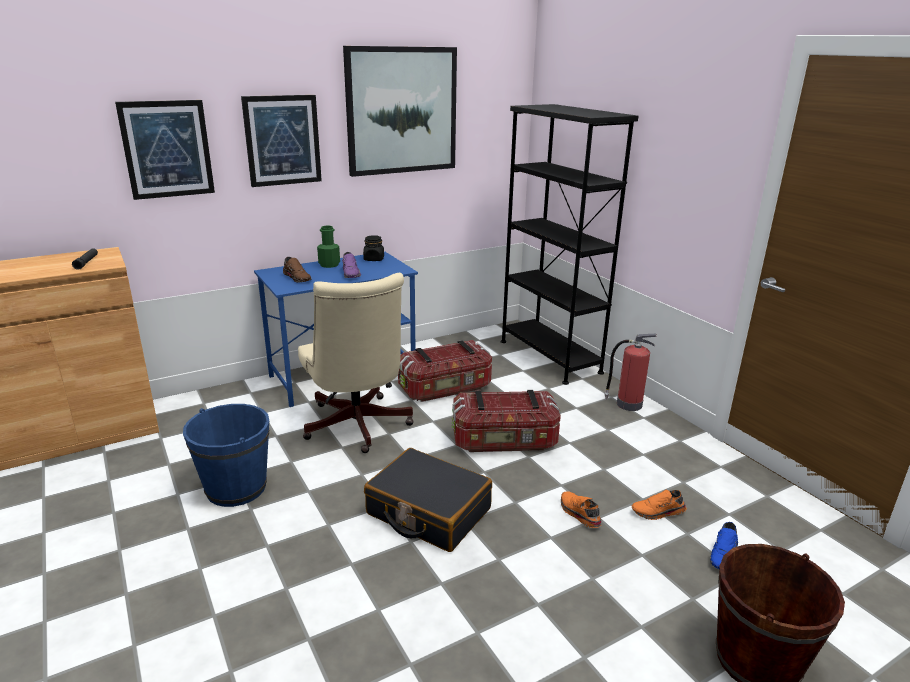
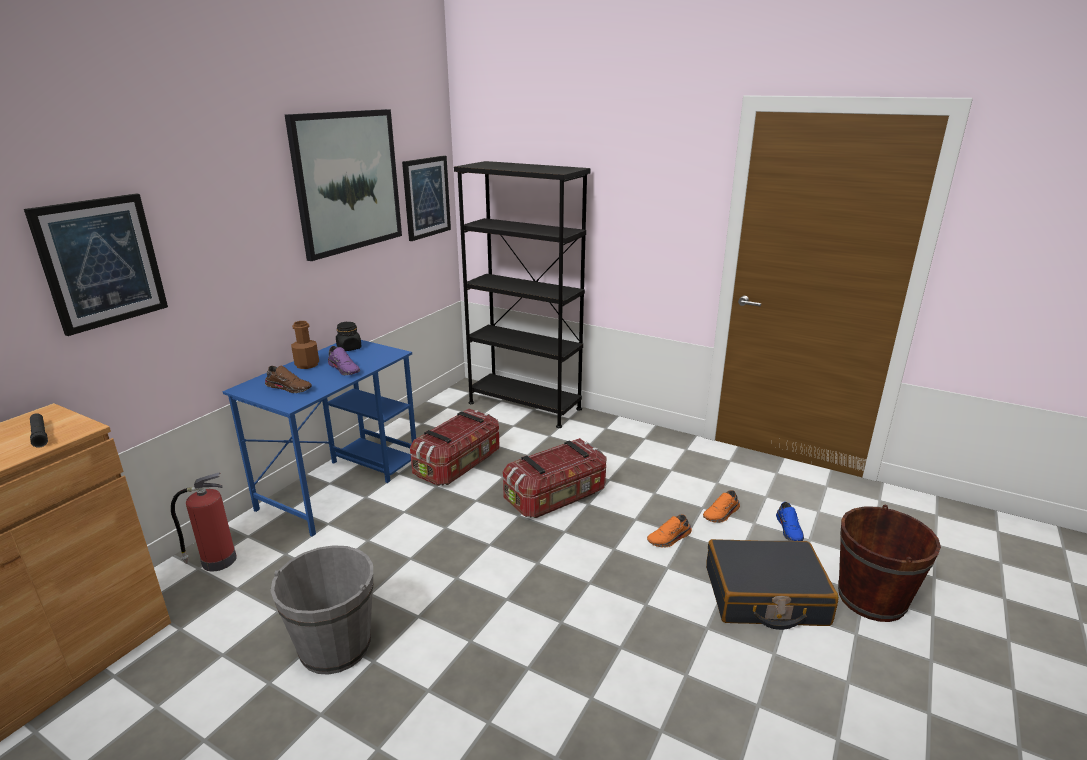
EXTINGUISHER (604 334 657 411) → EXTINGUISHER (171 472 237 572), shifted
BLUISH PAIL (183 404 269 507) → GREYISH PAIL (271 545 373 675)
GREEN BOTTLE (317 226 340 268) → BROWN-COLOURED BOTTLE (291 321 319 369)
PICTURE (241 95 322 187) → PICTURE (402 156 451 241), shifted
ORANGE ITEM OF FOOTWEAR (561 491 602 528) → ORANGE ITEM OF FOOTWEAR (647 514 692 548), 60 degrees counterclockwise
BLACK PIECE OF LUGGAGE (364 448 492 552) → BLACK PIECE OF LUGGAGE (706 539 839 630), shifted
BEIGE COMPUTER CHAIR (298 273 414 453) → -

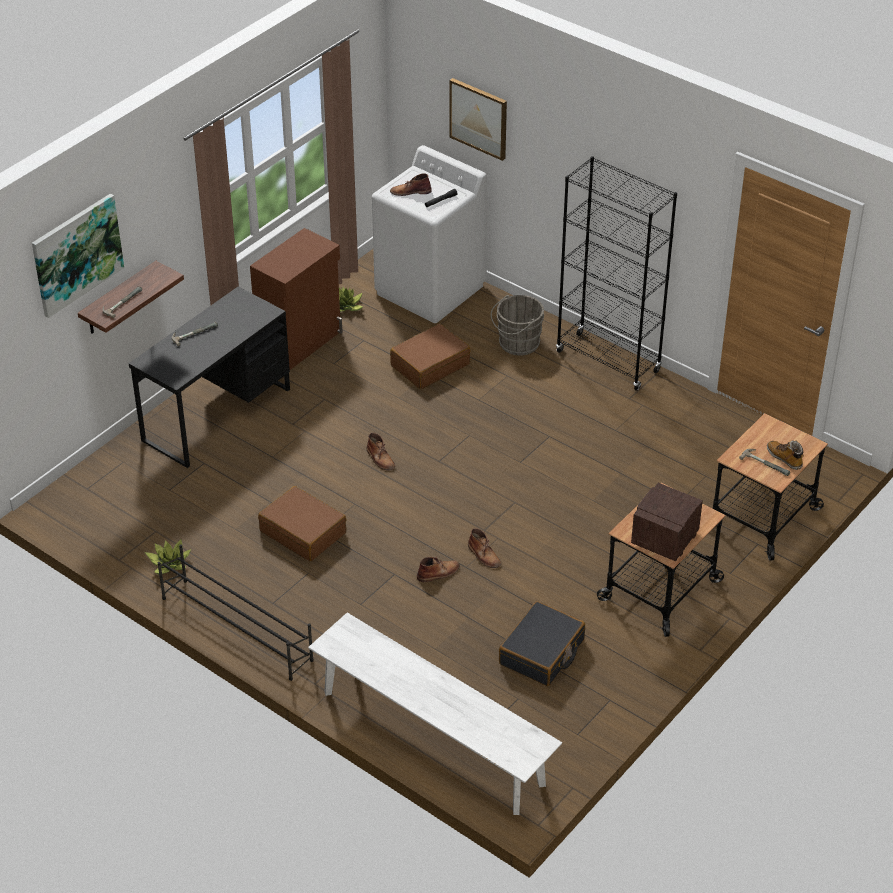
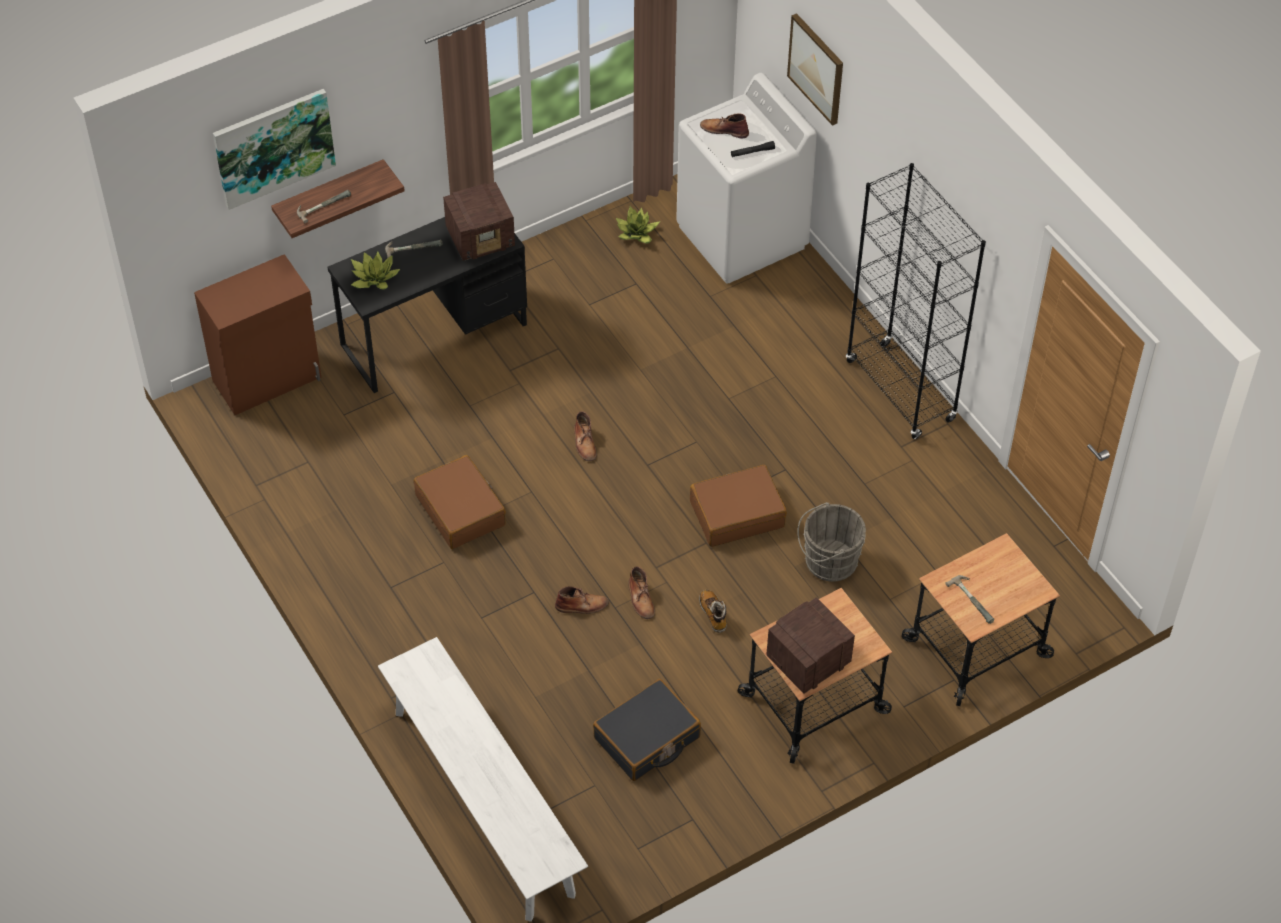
BROWN-COLOURED CABINET (250 228 342 370) → BROWN-COLOURED CABINET (194 254 321 415), shifted
HOUSEPLANT (145 540 191 574) → HOUSEPLANT (351 252 400 290), shifted
- → RADIO SET (443 182 515 261)
BROWN-COLOURED PIECE OF LUGGAGE (390 324 471 389) → BROWN-COLOURED PIECE OF LUGGAGE (690 465 787 547), shifted
BOOT (767 440 804 470) → BOOT (699 590 727 633), shifted
GREYISH PAIL (491 295 544 356) → GREYISH PAIL (797 502 866 582), shifted
BLACK SHOE RACK (158 545 314 681) → -

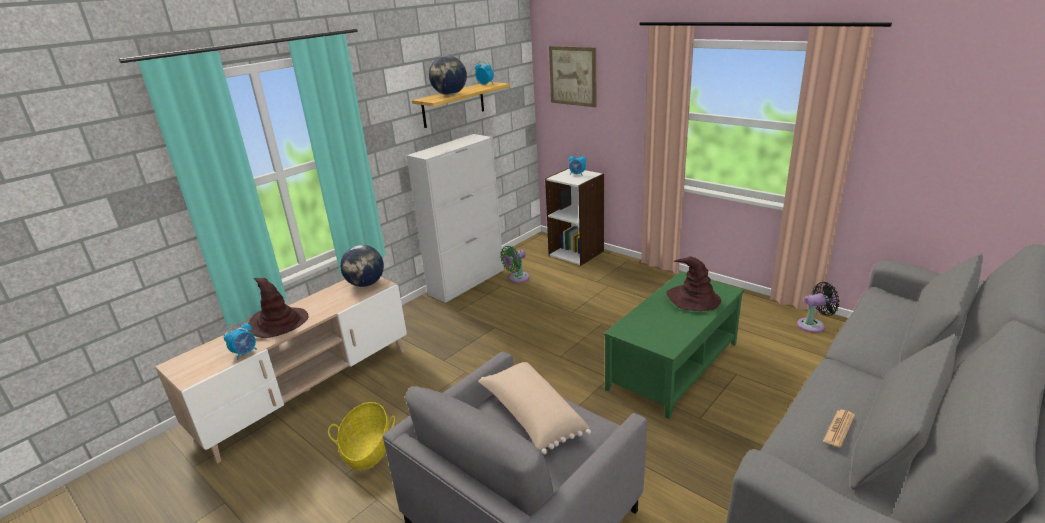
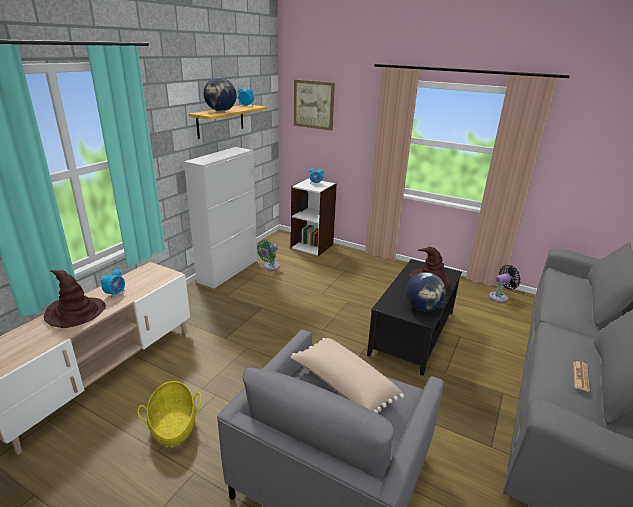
BEDSIDE CLOCK (224 323 257 360) → BEDSIDE CLOCK (100 269 125 299), shifted
GREEN LOUNGE TABLE (604 272 744 419) → BLACK LOUNGE TABLE (367 259 462 376)
DESK GLOBE (340 245 384 287) → DESK GLOBE (406 272 446 311), shifted

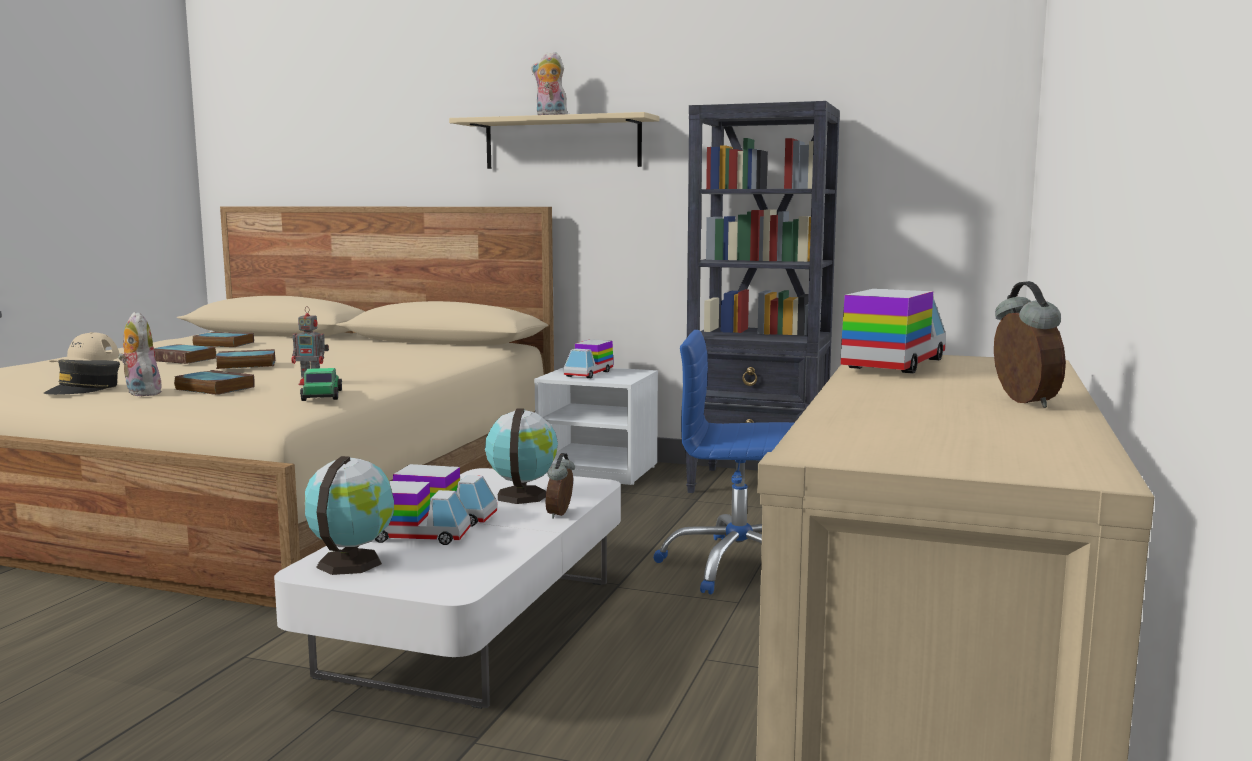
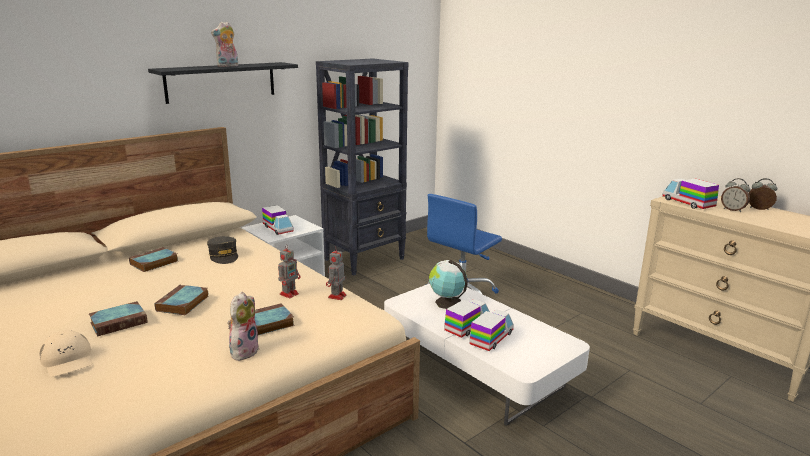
BOOK (193 332 254 347) → BOOK (129 247 178 272), shifted
BEIGE WALL SHELF (449 112 659 169) → BLACK WALL SHELF (148 62 298 104)
GREYISH PEAKED CAP (44 360 120 395) → GREYISH PEAKED CAP (207 236 238 264), shifted
PLUSH TOY (118 312 161 396) → PLUSH TOY (227 292 259 362), 120 degrees clockwise
MINIATURE CAR (300 368 342 401) → MODEL ROBOT (326 247 346 300)
BEDSIDE CLOCK (546 453 575 519) → BEDSIDE CLOCK (721 178 750 212), shifted
DESK GLOBE (305 456 394 575) → -

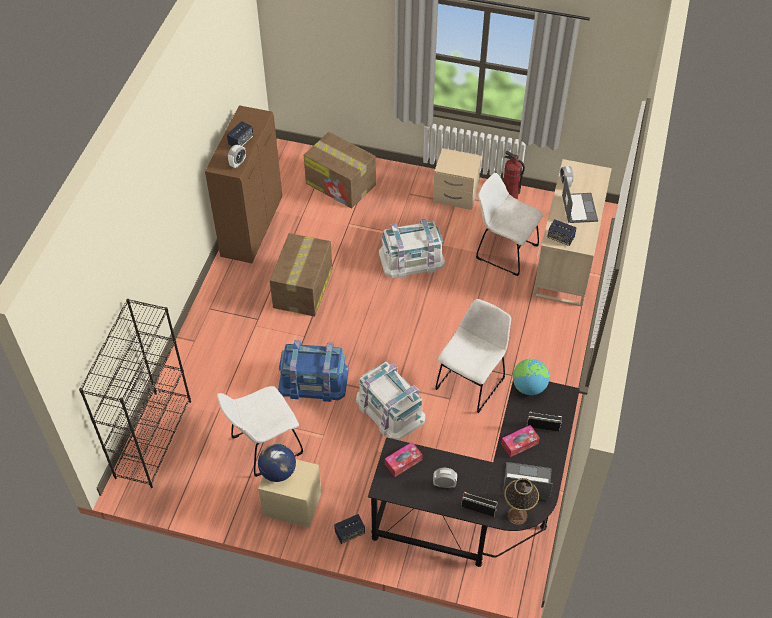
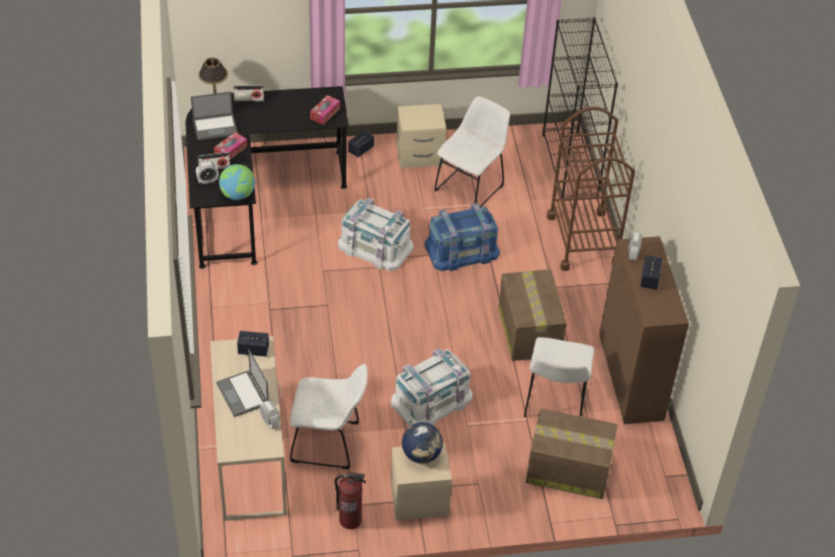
BEDSIDE CLOCK (433 468 457 488) → BEDSIDE CLOCK (196 161 219 184), shifted
DESK GLOBE (258 444 296 482) → DESK GLOBE (402 422 443 464), shifted
WHITISH PLAIN CHAIR (435 299 511 413) → WHITISH PLAIN CHAIR (524 337 594 417), shifted
- → BROWN-COLOURED WHEELED CART (547 106 635 271)

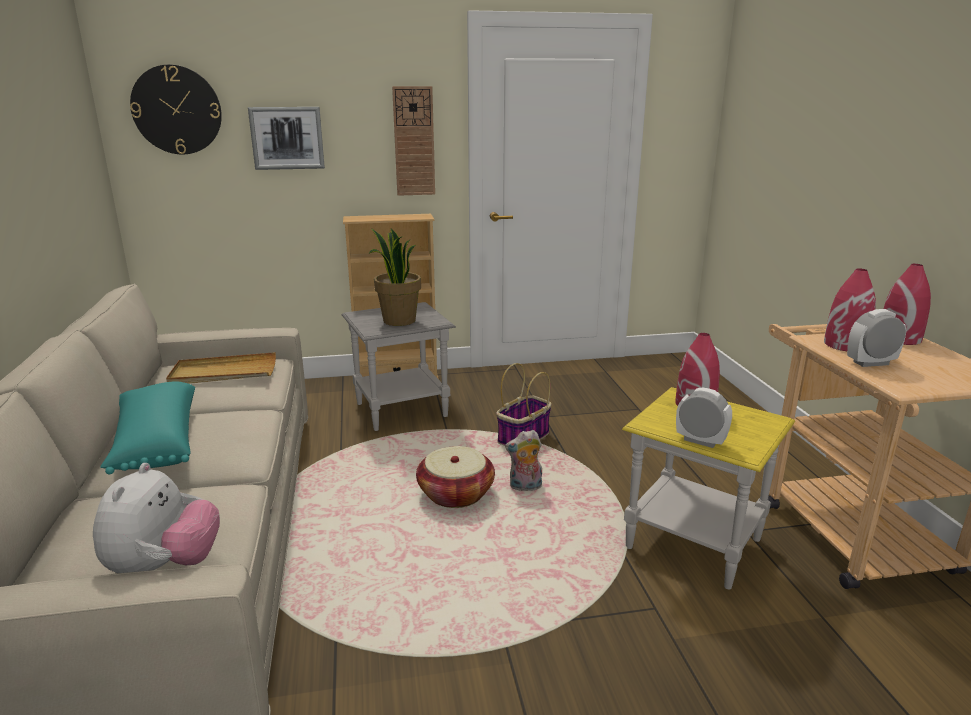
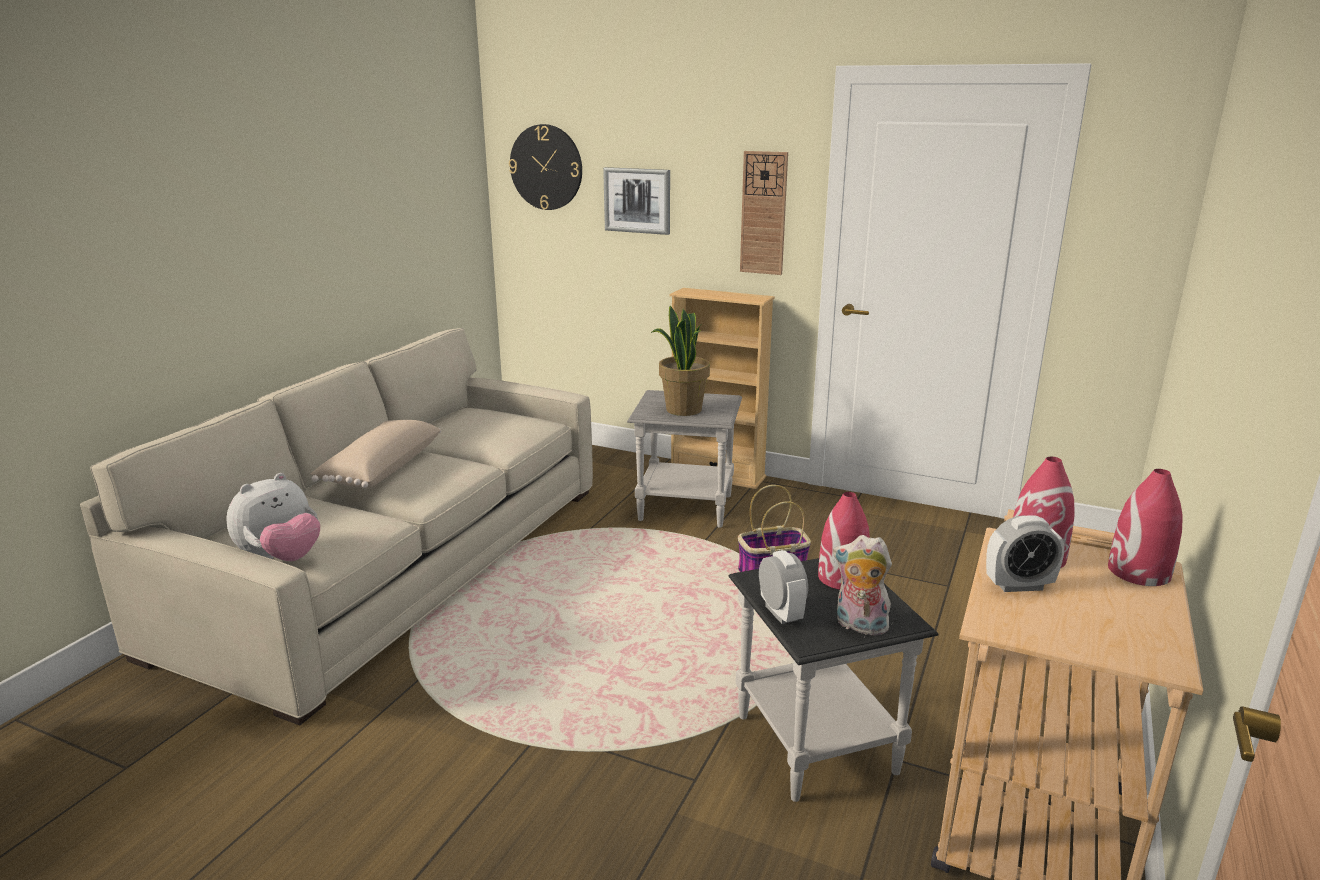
TURQUOISE-COLOURED PILLOW (100 381 195 475) → BEIGE PILLOW (311 420 441 488)
YELLOWISH ACCENT TABLE (622 387 795 589) → BLACK ACCENT TABLE (729 558 938 802)
PLUSH TOY (505 430 542 491) → PLUSH TOY (833 535 892 636), shifted
BEDSIDE CLOCK (847 309 906 367) → BEDSIDE CLOCK (986 515 1064 592), 150 degrees clockwise
BEIGE SERVING TRAY (166 352 276 384) → -
HOUSEHOLD BASKET (416 446 495 508) → -

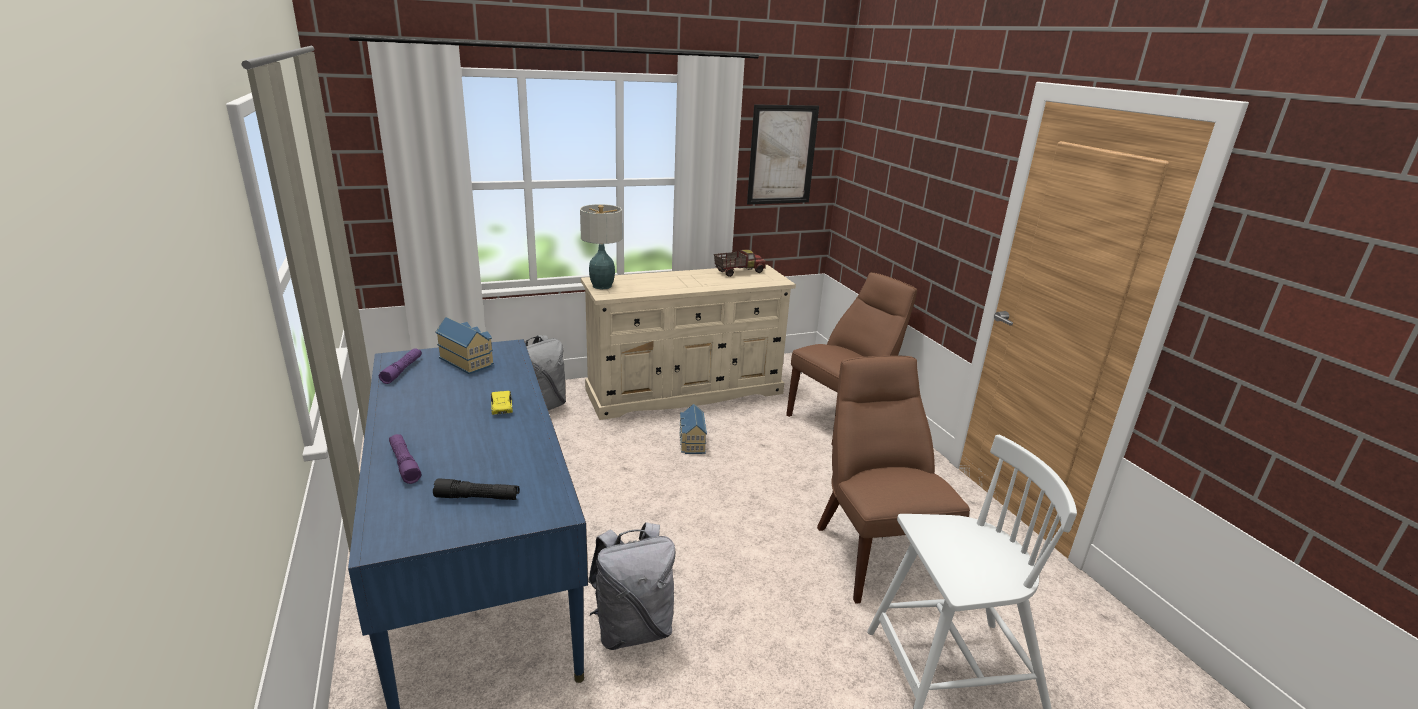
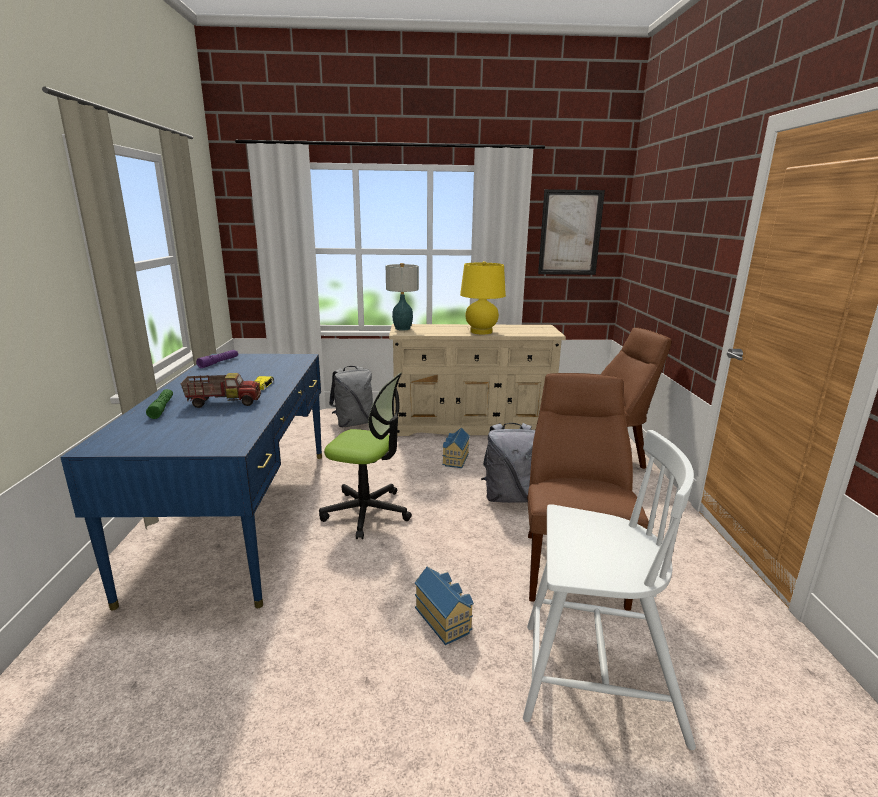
PURPLE-COLOURED HAND TORCH (389 434 421 484) → GREEN HAND TORCH (146 389 173 419)
MODEL TRUCK (714 250 766 277) → MODEL TRUCK (180 373 261 408), shifted
- → COMPUTER CHAIR (319 372 412 539)
MODEL HOUSE (435 317 494 374) → MODEL HOUSE (415 567 474 645), shifted
- → YELLOWISH TABLETOP LAMP (460 261 506 334)
GREYISH BACKPACK (588 522 675 650) → GREYISH BACKPACK (481 423 535 503), shifted
BLACK HAND TORCH (433 478 520 500) → -

